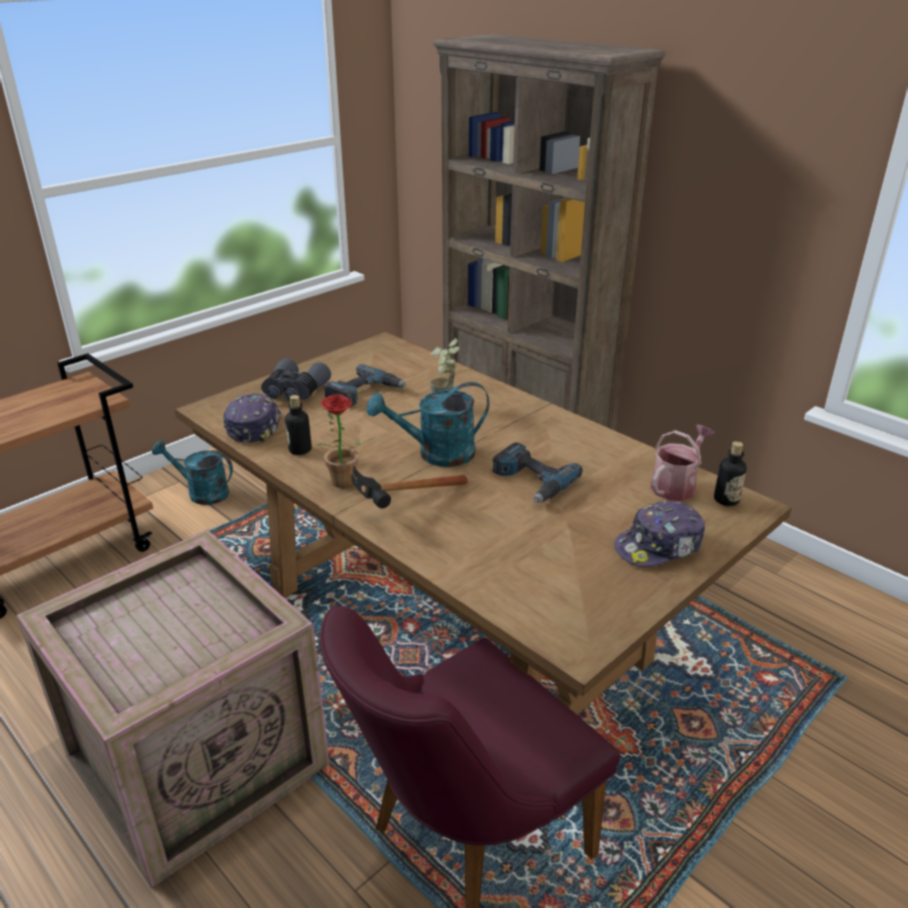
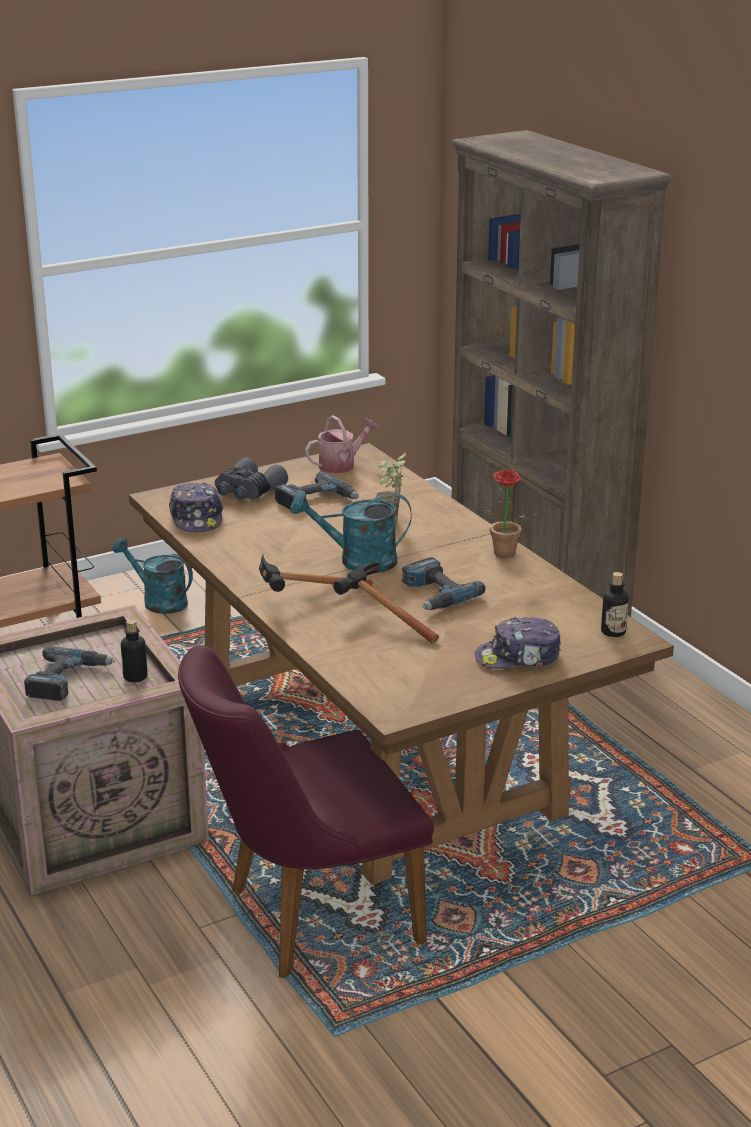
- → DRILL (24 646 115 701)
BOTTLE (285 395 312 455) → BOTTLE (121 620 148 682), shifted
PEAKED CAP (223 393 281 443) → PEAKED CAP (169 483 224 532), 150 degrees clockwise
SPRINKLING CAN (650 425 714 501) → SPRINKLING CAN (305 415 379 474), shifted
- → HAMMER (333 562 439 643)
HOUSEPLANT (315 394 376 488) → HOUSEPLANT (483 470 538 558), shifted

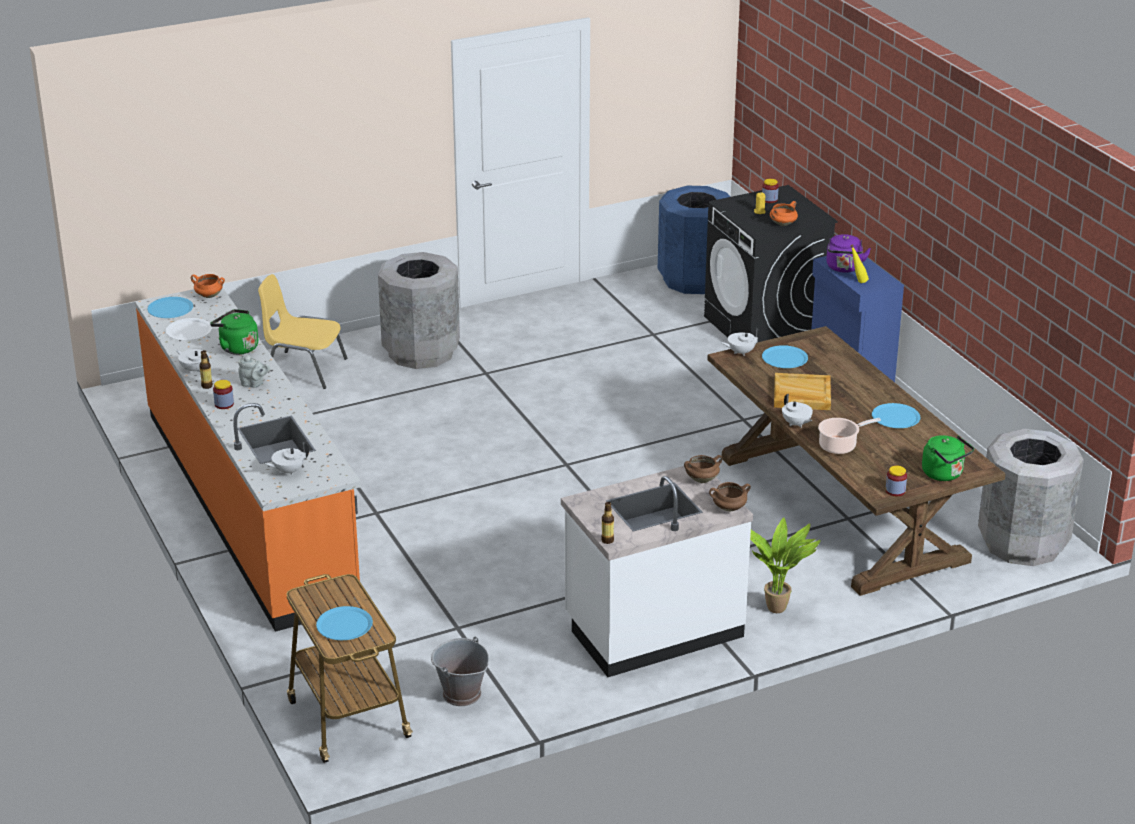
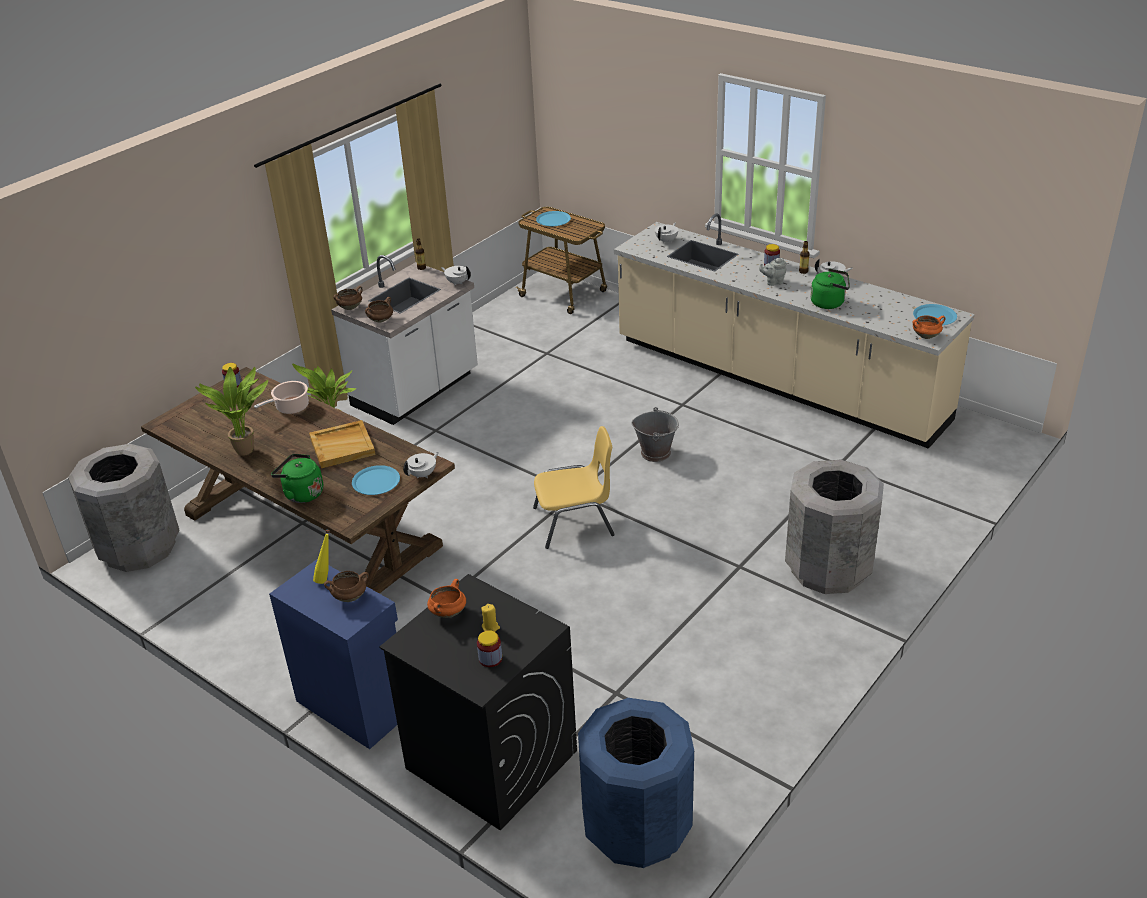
BLUISH DINNER PLATE (872 403 920 428) → HOUSEPLANT (195 367 268 456)
GREEN KETTLE (922 435 974 481) → GREEN KETTLE (271 454 323 503), shifted
PURPLE-COLOURED KETTLE (826 234 871 273) → BROWN-COLOURED SAUCEPOT (324 571 369 602)
WHITISH TEAPOT (782 394 813 428) → WHITISH TEAPOT (441 266 471 285), shifted
YELLOWISH PLAIN CHAIR (258 274 347 389) → YELLOWISH PLAIN CHAIR (533 426 615 549), shifted
ORANGE KITCHEN COUNTER (135 287 361 632) → BEIGE KITCHEN COUNTER (614 213 975 449)
GREYISH PAIL (431 637 489 706) → GREYISH PAIL (631 407 679 462), shifted
WHITISH DINNER PLATE (166 318 212 340) → -

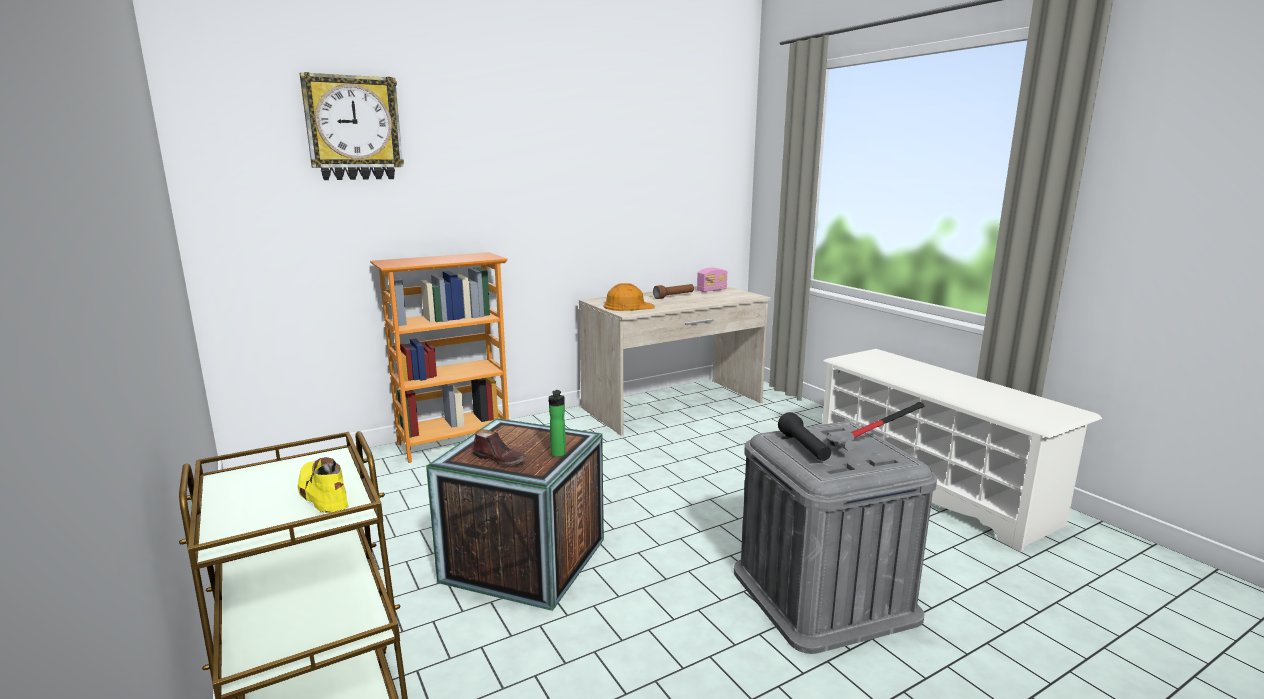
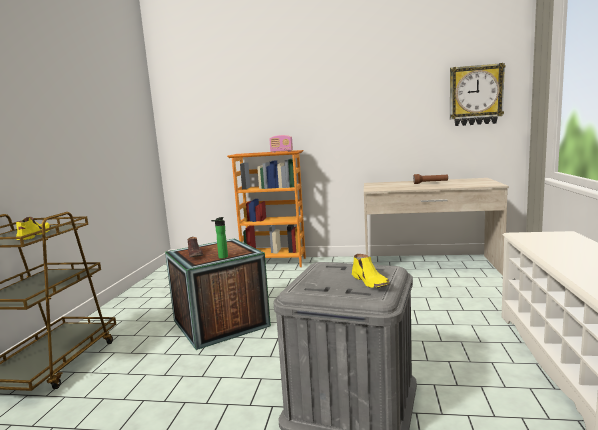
RADIO SET (697 268 727 292) → RADIO SET (269 135 293 153), shifted
HAMMER (827 402 924 451) → YELLOWISH ITEM OF FOOTWEAR (352 254 390 288)
WALL CLOCK (300 72 404 180) → WALL CLOCK (450 63 506 126), shifted
ORANGE SAFETY HELMET (604 283 655 311) → -
BLACK HAND TORCH (778 412 831 461) → -

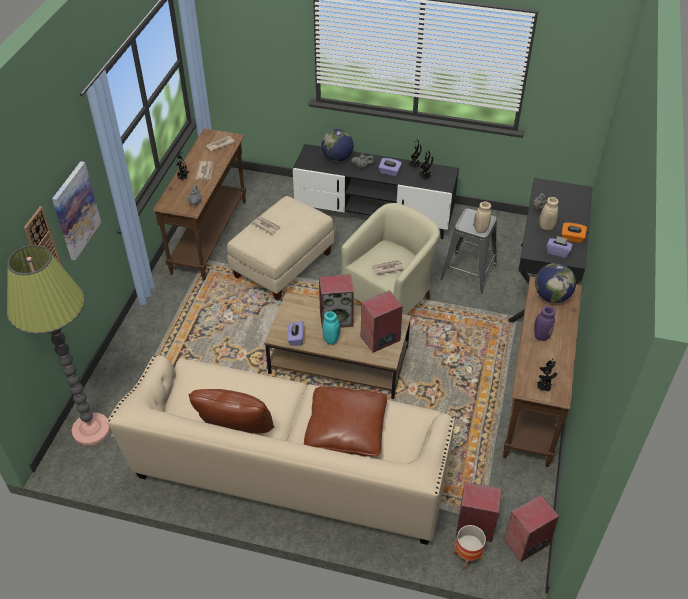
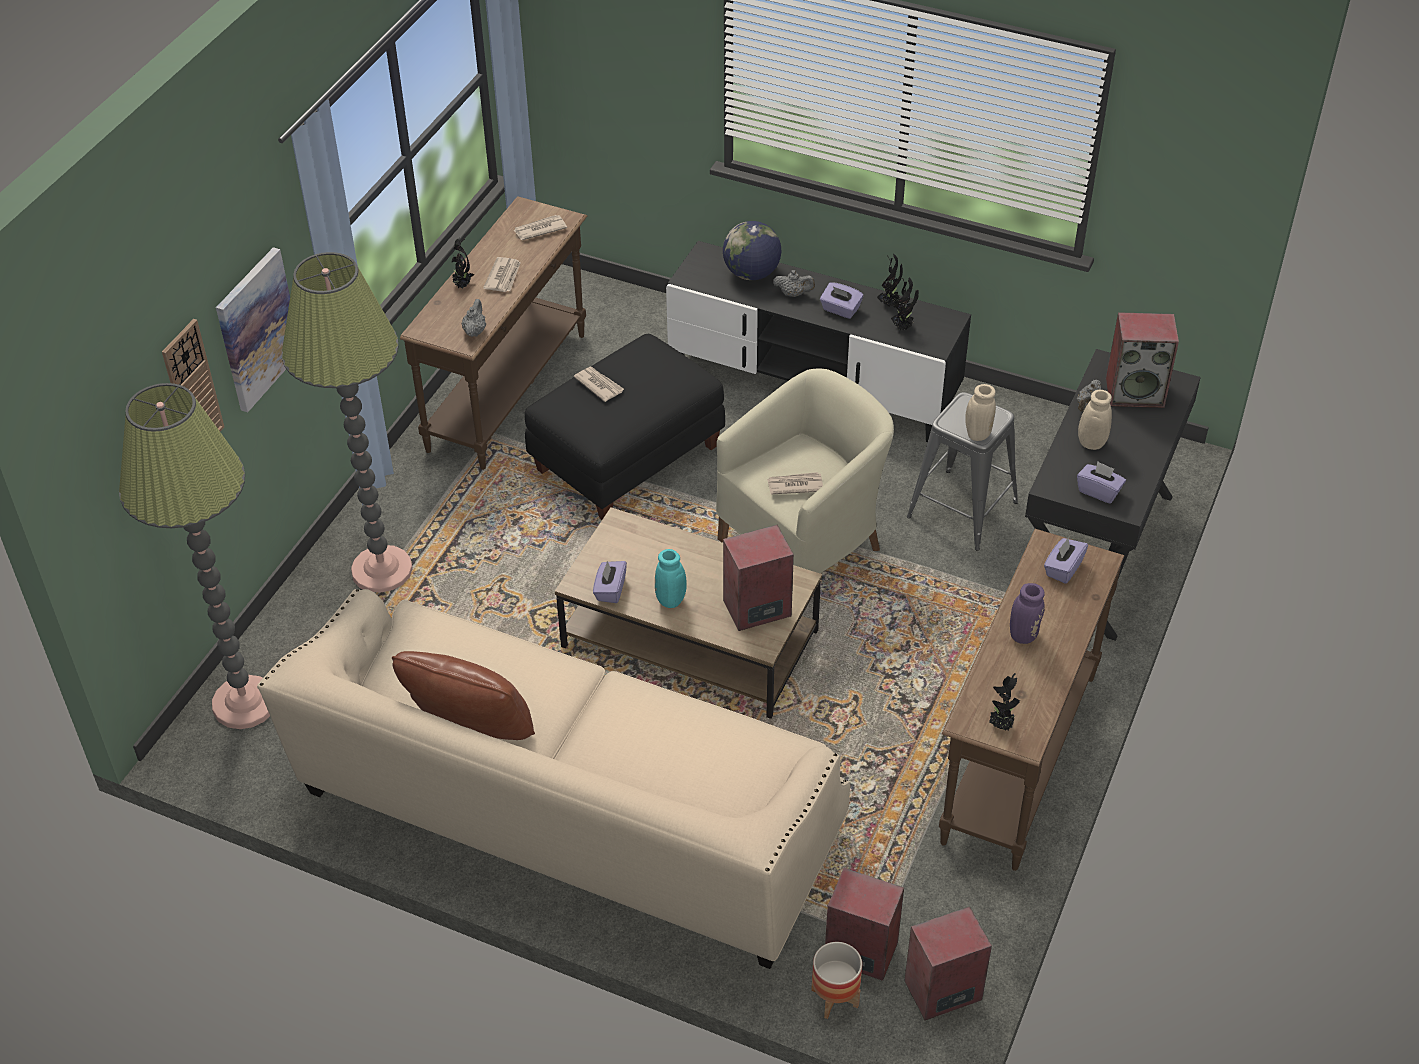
- → FLOOR LAMP (282 252 413 593)
BEIGE FOOTREST (227 196 335 301) → BLACK FOOTREST (525 334 725 519)
DESK GLOBE (535 263 576 303) → PURPLE-COLOURED TISSUE BOX (1044 537 1088 584)
AUDIO SPEAKER (319 274 354 328) → AUDIO SPEAKER (1106 312 1179 408), shifted
BROWN-COLOURED PILLOW (304 386 387 457) → -
ORANGE TISSUE BOX (562 222 587 243) → -

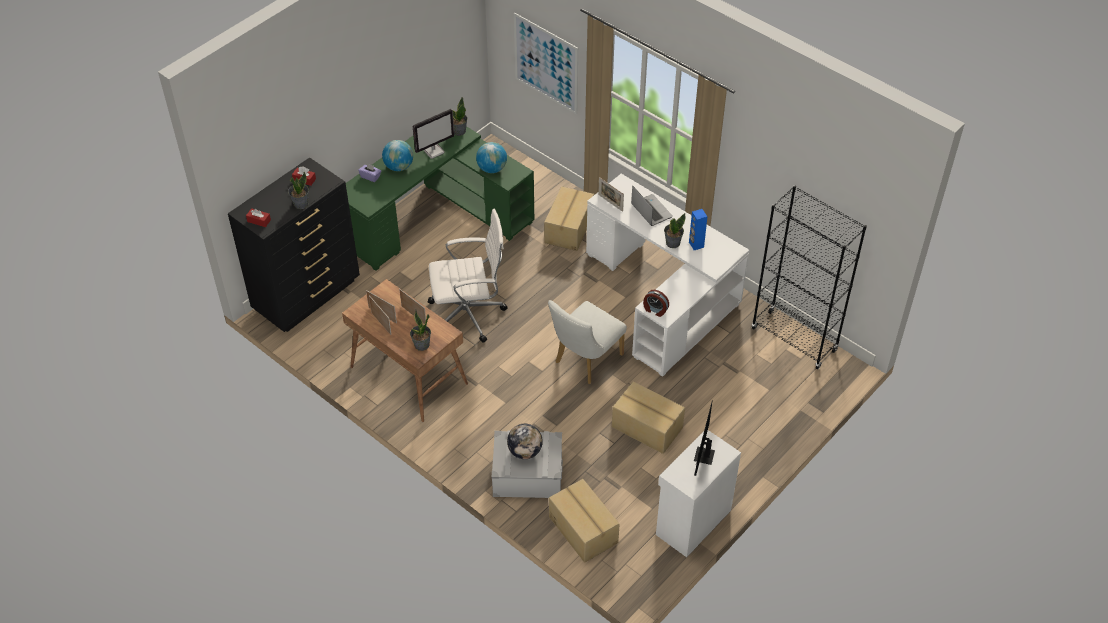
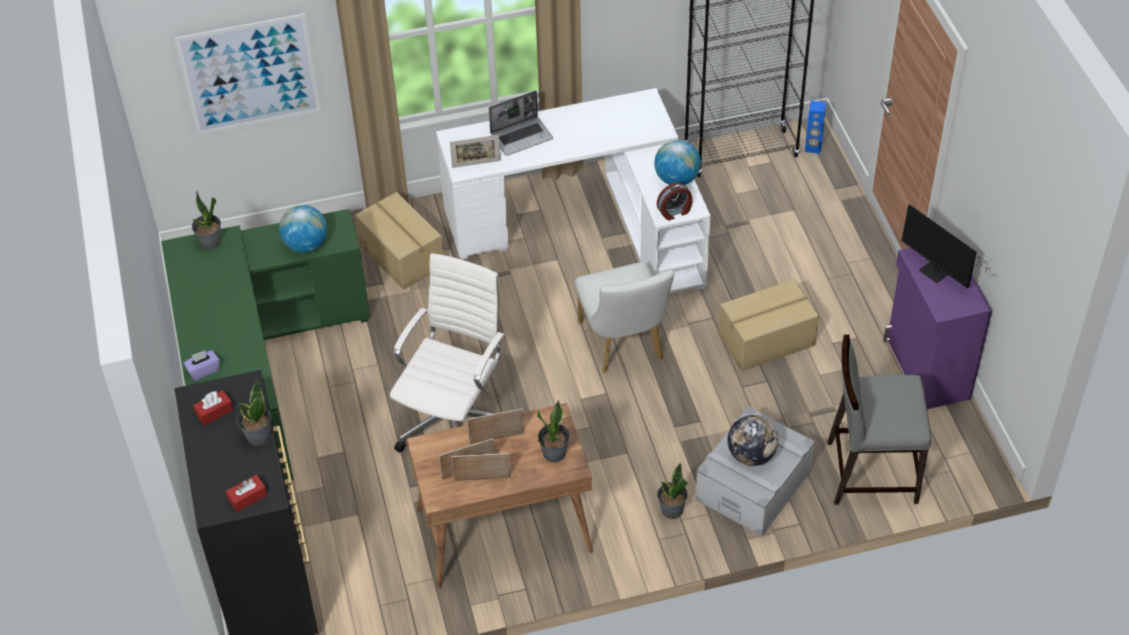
NOTEBOOK COMPUTER (631 186 673 226) → NOTEBOOK COMPUTER (489 91 553 156), 150 degrees clockwise
DESK GLOBE (382 140 413 171) → DESK GLOBE (654 140 701 185), shifted
HOUSEPLANT (664 213 685 248) → HOUSEPLANT (657 462 688 519), shifted
BLUISH AUDIO SPEAKER (689 209 707 250) → BLUISH AUDIO SPEAKER (805 101 826 154), shifted
CARTON (549 479 620 562) → GREYISH PLAIN CHAIR (827 334 931 505)
WHITISH CABINET (656 430 741 557) → PURPLE-COLOURED CABINET (883 248 992 409)
COMPUTER SCREEN (413 109 454 159) → -

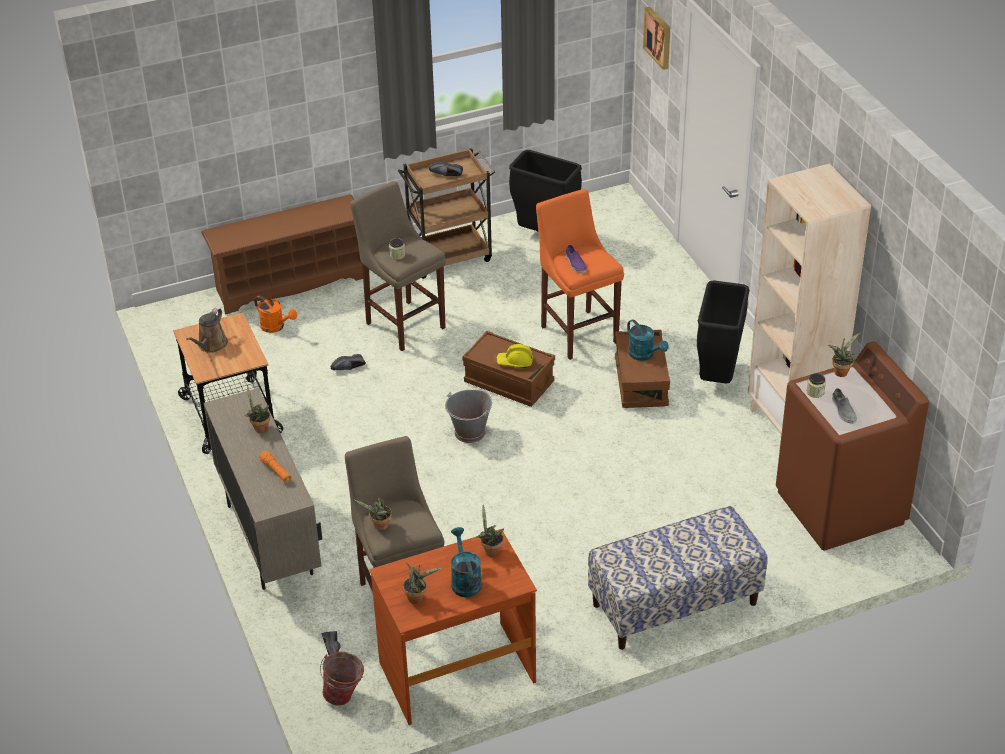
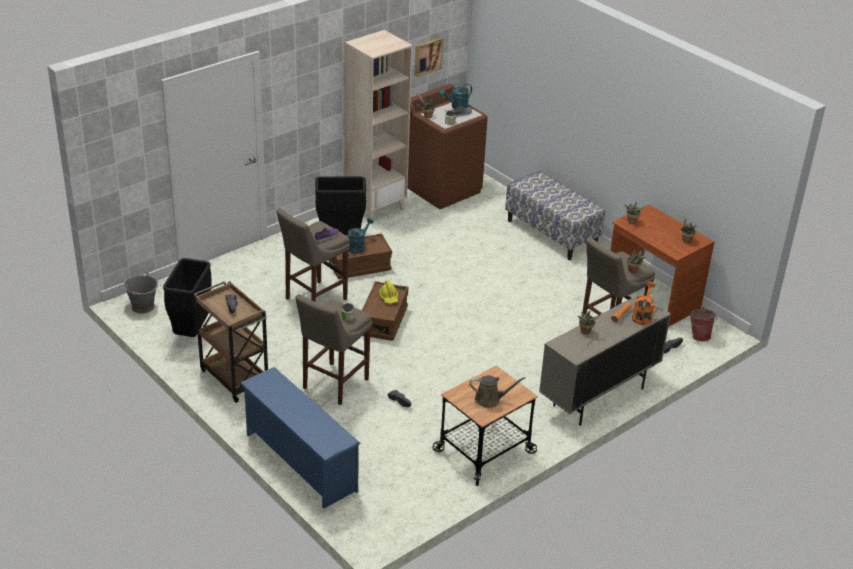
GREYISH PAIL (445 390 492 443) → GREYISH PAIL (124 273 158 314), shifted
BROWN-COLOURED SHOE RACK (201 194 363 315) → BLUISH SHOE RACK (240 367 361 509)
ORANGE STOOL (536 189 624 360) → BEIGE STOOL (276 208 350 302)
PICTURE (643 7 670 70) → PICTURE (415 37 443 77), shifted
TURQUOISE-COLOURED SPRINKLING CAN (451 527 482 597) → TURQUOISE-COLOURED SPRINKLING CAN (439 84 472 109), shifted
ORANGE SPRINKLING CAN (254 295 297 333) → ORANGE SPRINKLING CAN (632 282 655 325), shifted

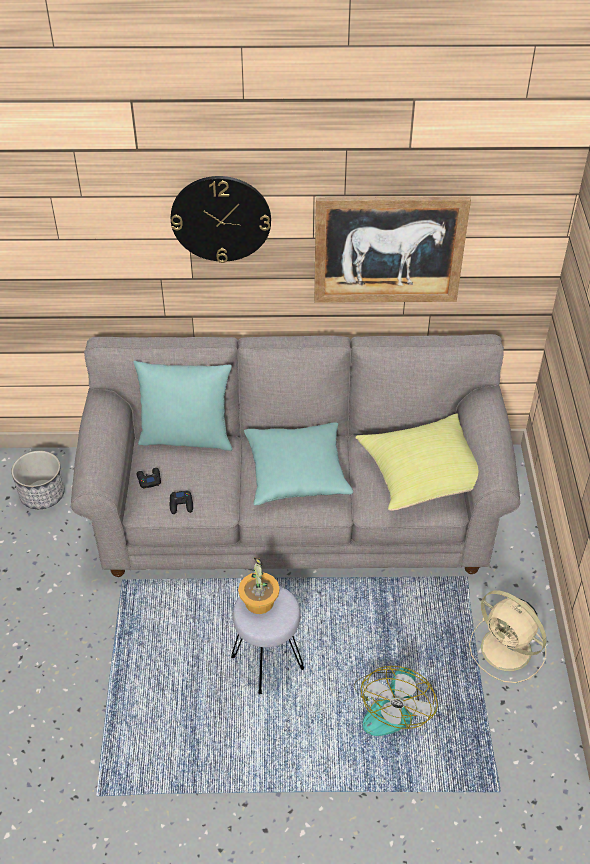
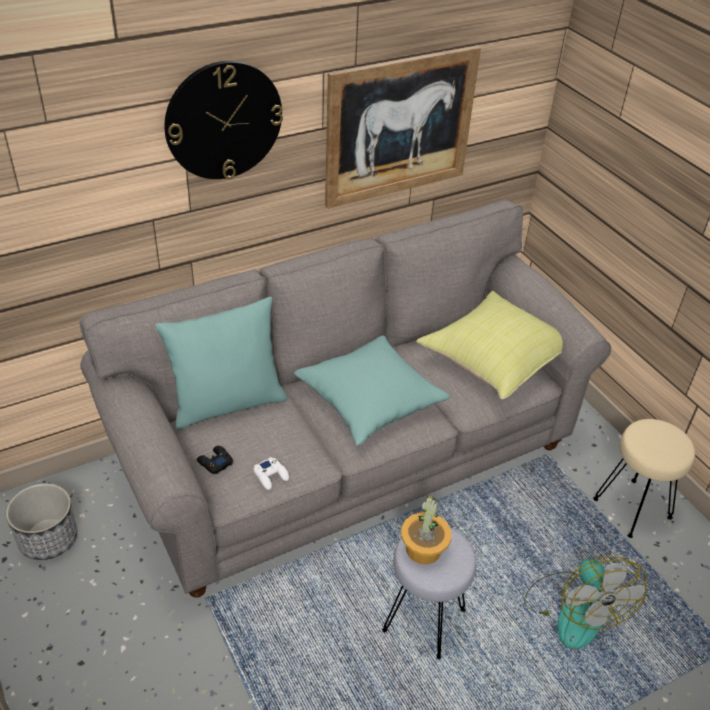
BLACK GAME CONTROLLER (170 490 193 514) → WHITISH GAME CONTROLLER (253 457 289 490)
BEIGE COOLING FAN (469 590 546 683) → BEIGE STOOL (593 419 695 538)

